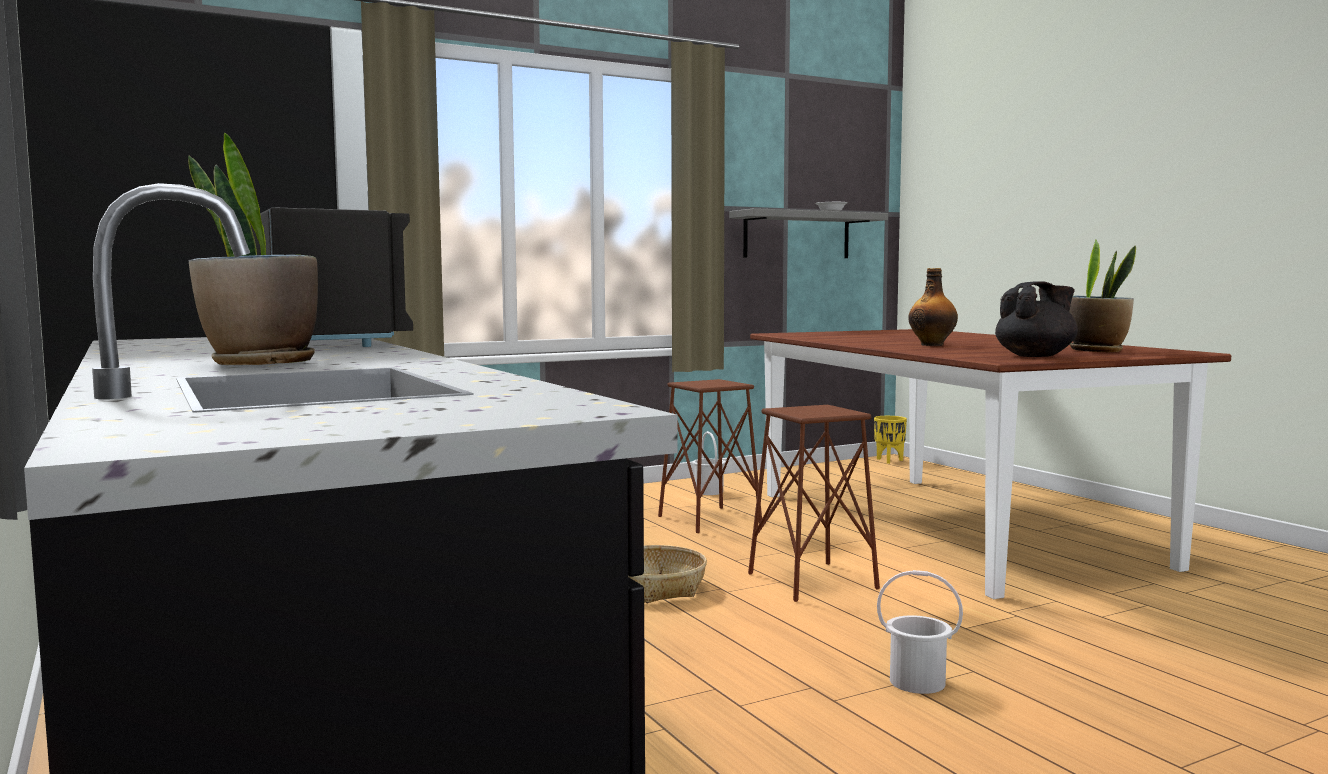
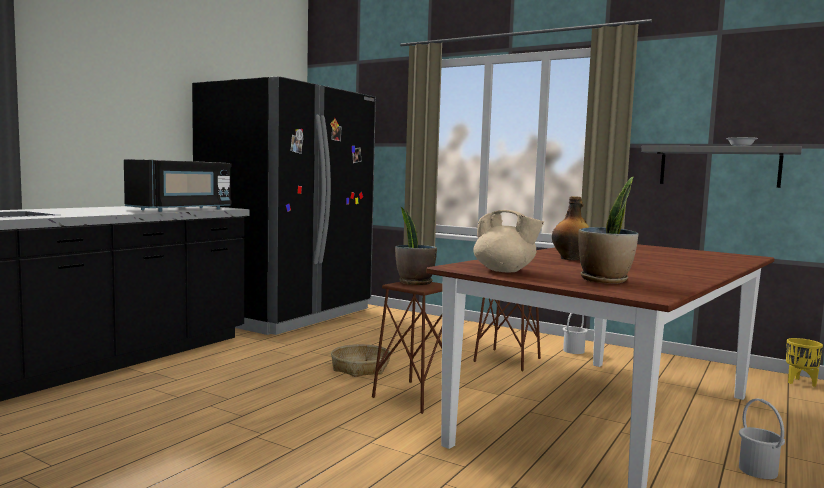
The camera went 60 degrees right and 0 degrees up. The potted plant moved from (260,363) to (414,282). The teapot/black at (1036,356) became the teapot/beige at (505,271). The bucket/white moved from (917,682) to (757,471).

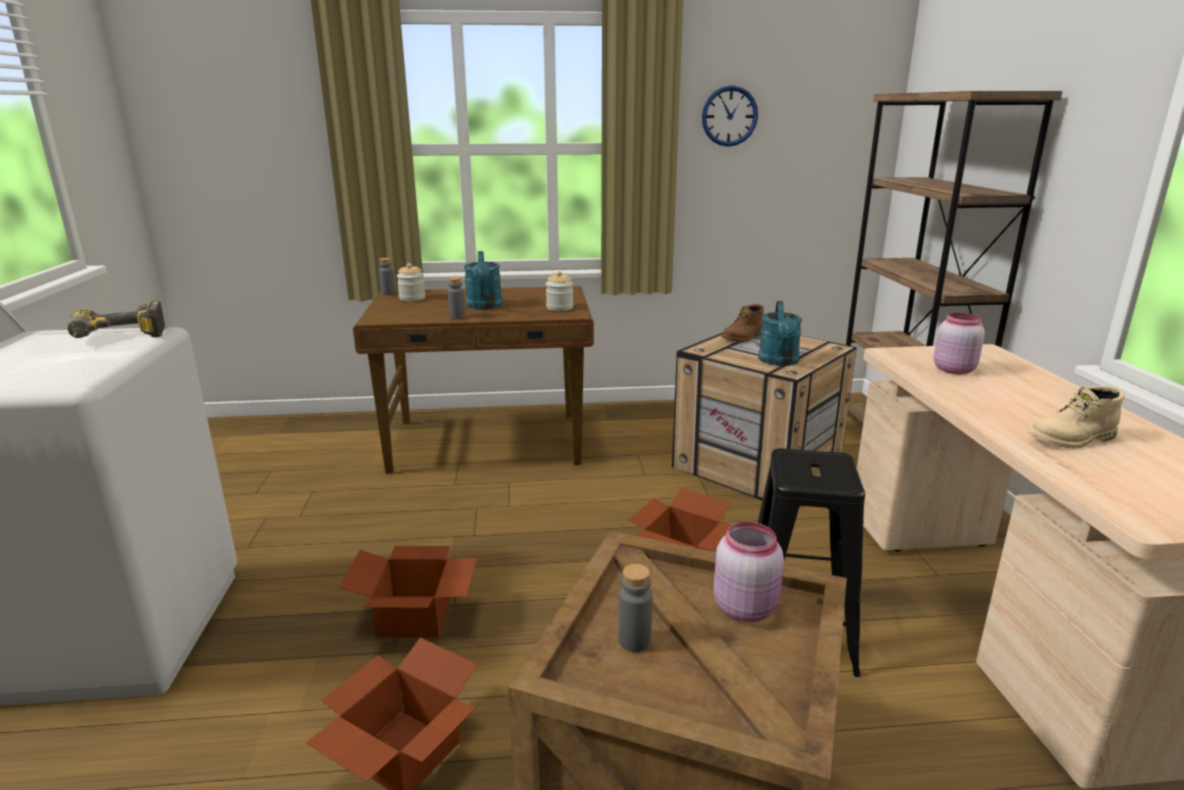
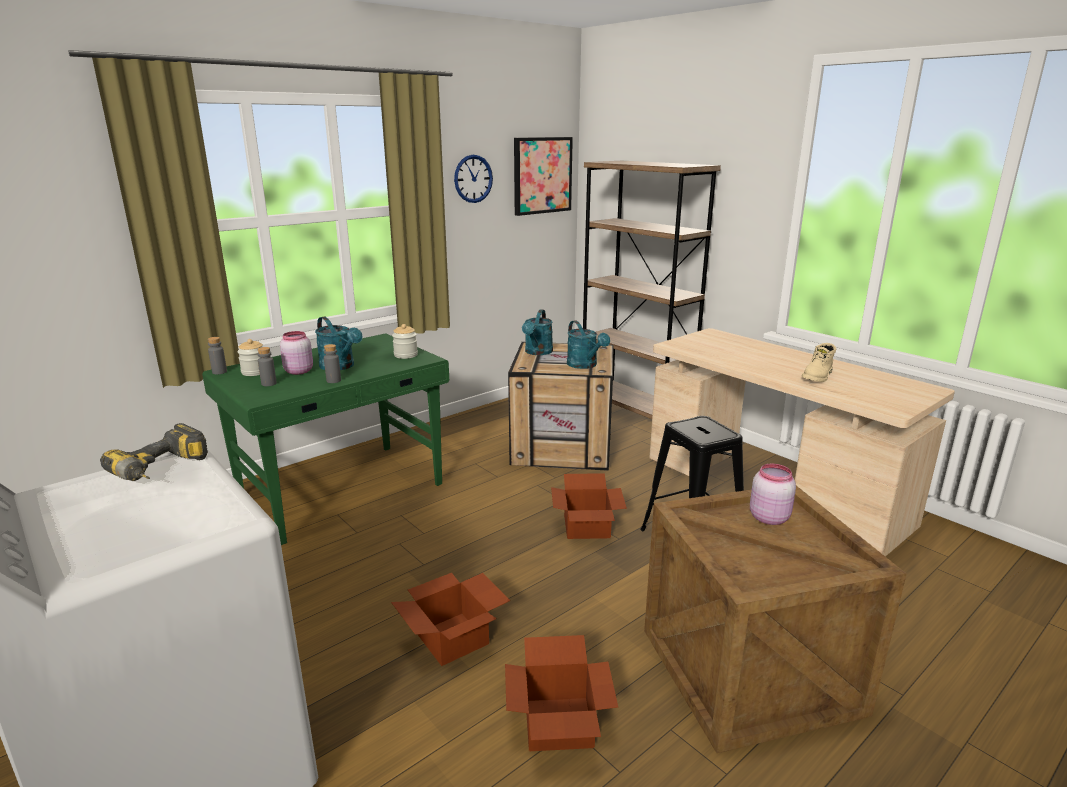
The camera went 35 degrees left and 0 degrees up. The desk/brown at (488,443) became the desk/green at (343,490). The bottle/grey moved from (634,641) to (269,384). The jar/pink moved from (953,369) to (298,371). The picture at (542,175) appeared. The boot/brown at (743,338) was replaced by the watering can/turquoise at (537,352).

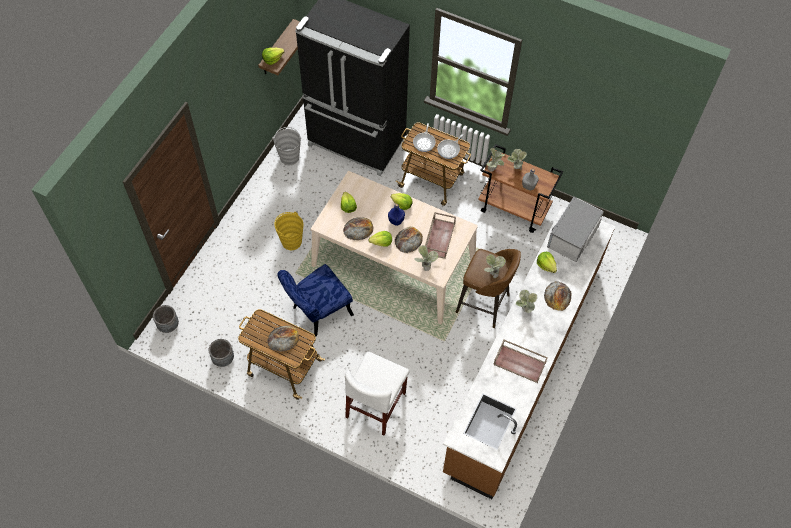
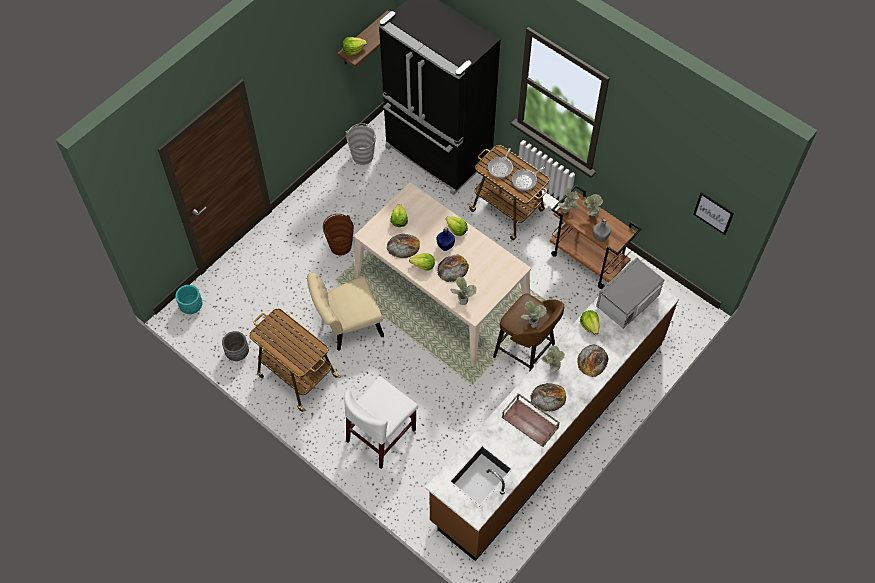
The camera went 15 degrees right and 0 degrees up. The planter/grey at (168,325) became the planter/turquoise at (191,307). The chair/blue at (317,313) became the chair/beige at (347,326). The bucket/yellow at (291,241) became the bucket/brown at (340,246). The bread moved from (283,338) to (548,397). The picture at (713,213) appeared. The tray/brown at (439,237) disappeared.

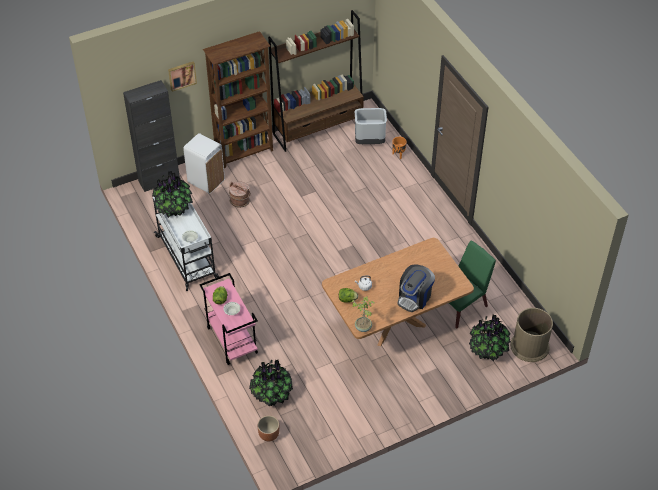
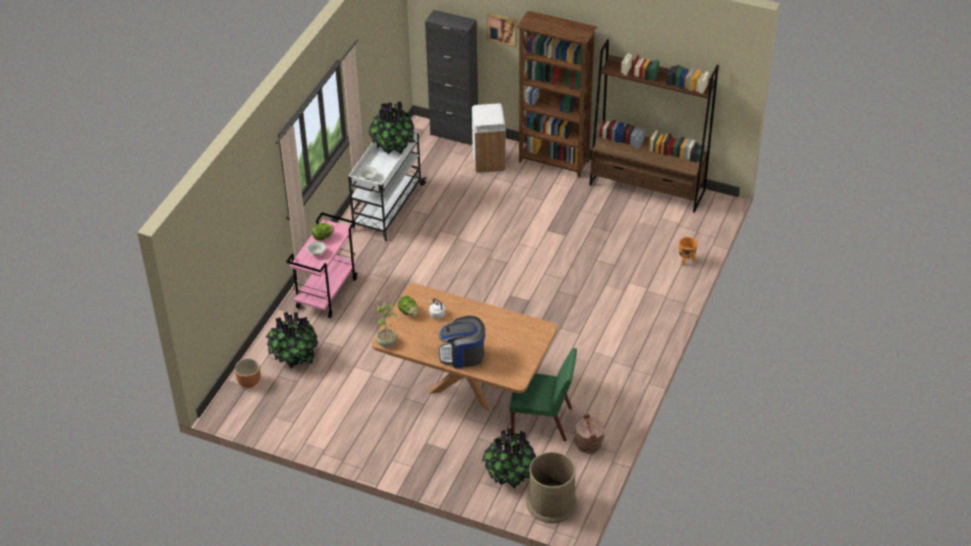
The camera went 50 degrees right and 5 degrees down. The bucket/brown moved from (240,201) to (588,444). The trash can/grey at (370,141) disappeared.

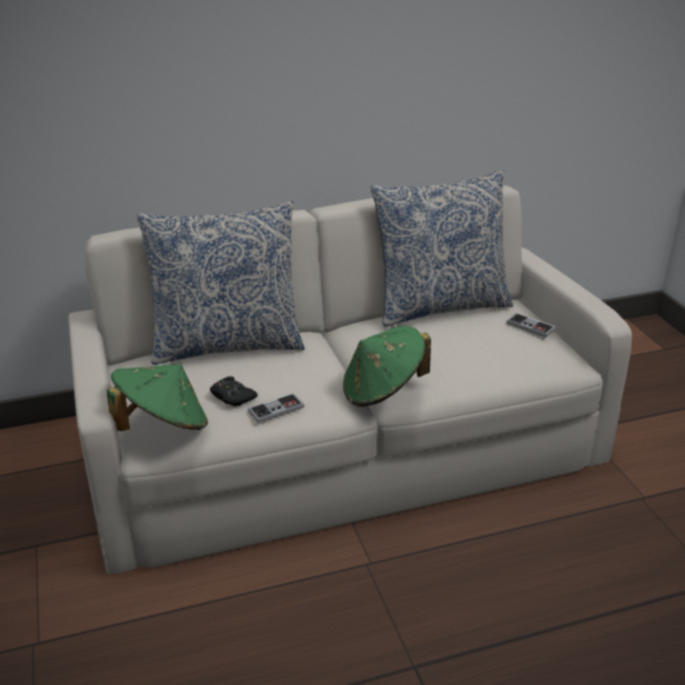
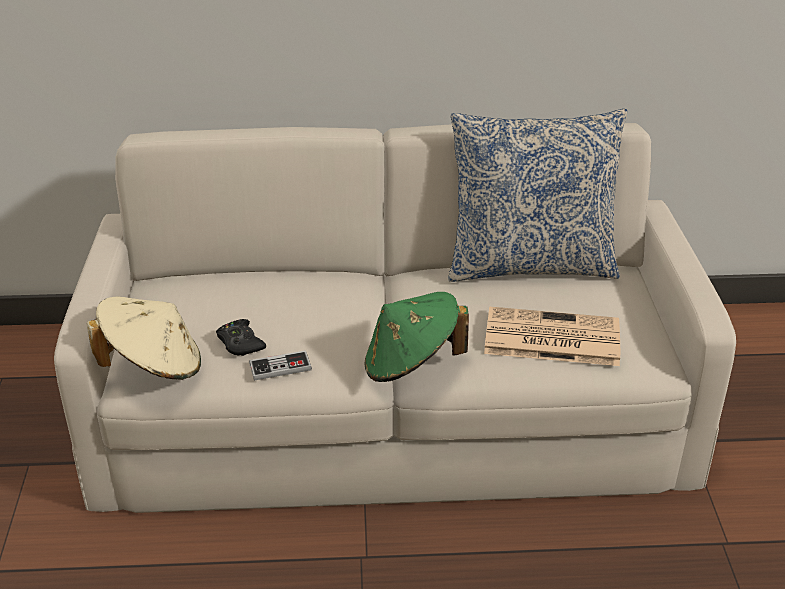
The camera went 15 degrees right and 5 degrees up. The hat/green at (163,426) became the hat/beige at (153,366). The newspaper at (550,338) appeared. The pillow at (227,344) disappeared. The game controller at (530,326) disappeared.

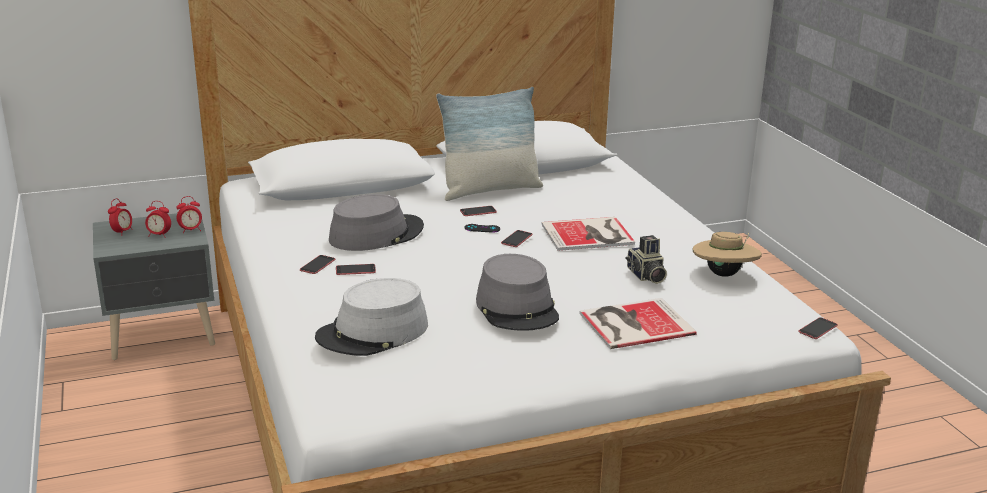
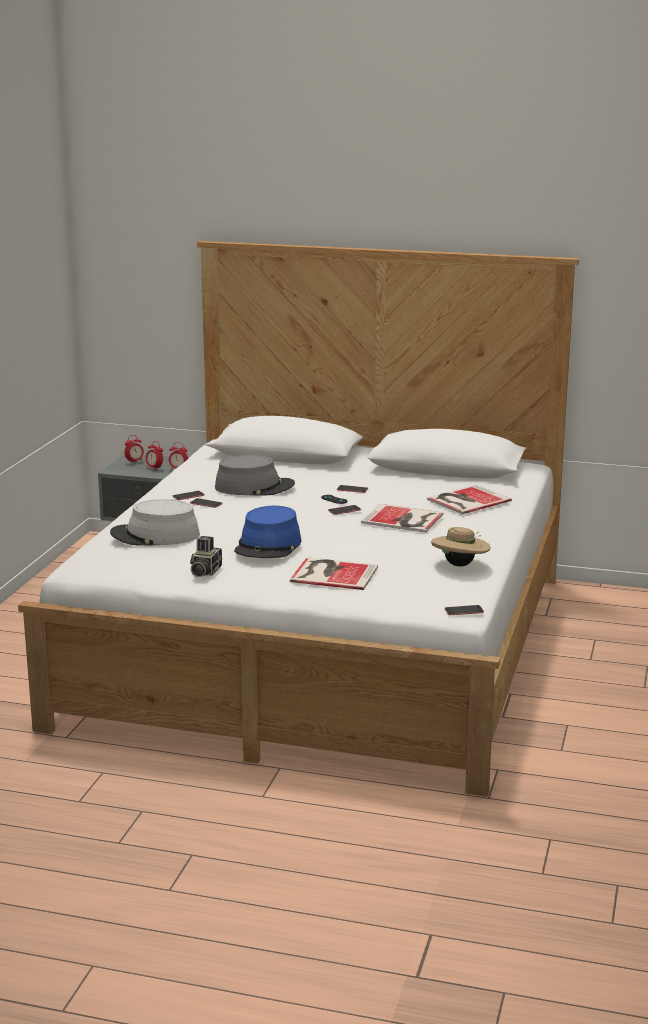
The camera went 35 degrees right and 5 degrees down. The photo camera moved from (645,276) to (204,572). The hat/grey at (517,308) became the hat/blue at (268,546). The book at (466,500) appeared. The pillow at (490,190) disappeared.

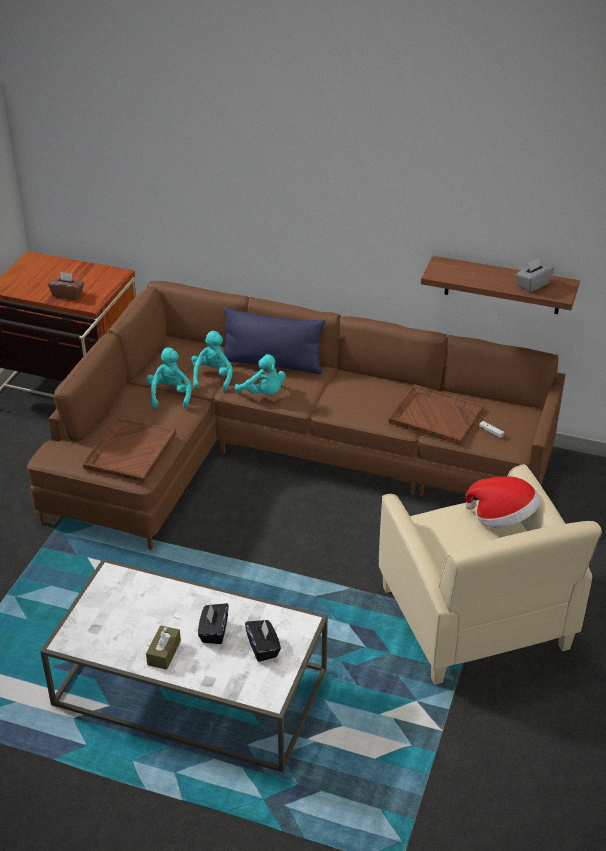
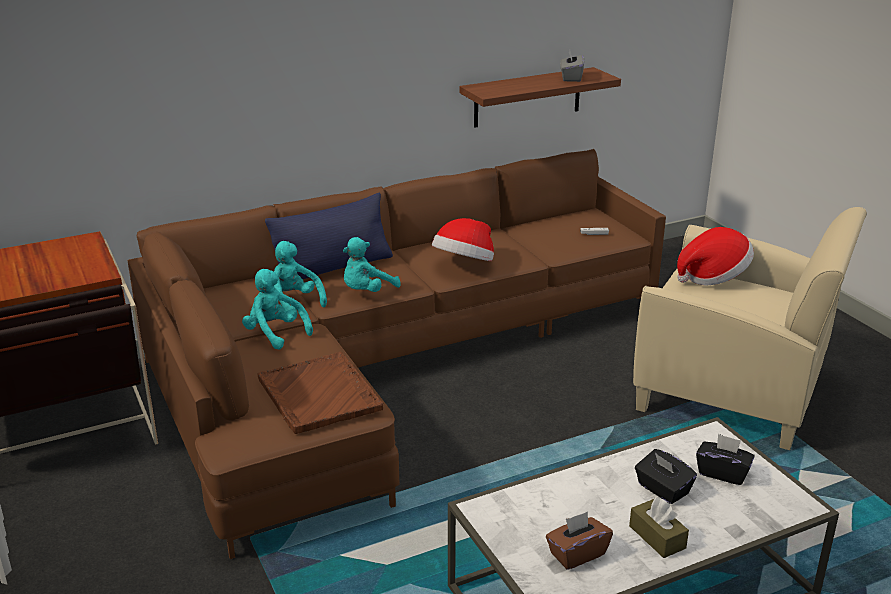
The camera went 45 degrees left and 10 degrees down. The plush toy/turquoise at (263,393) turned 135 degrees clockwise. The hat at (464,265) appeared. The tissue box/brown moved from (67,295) to (577,554). The tray/brown at (435,415) disappeared.

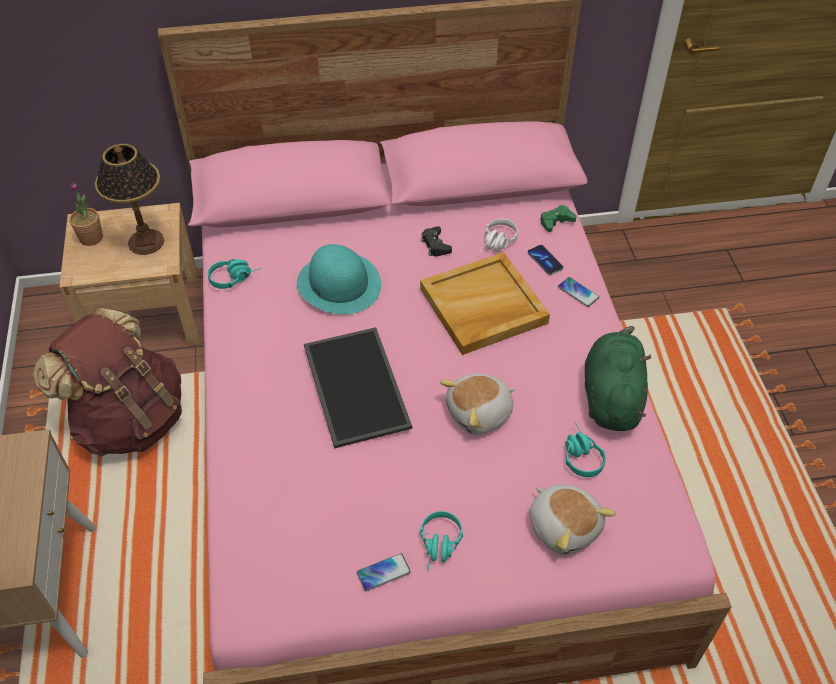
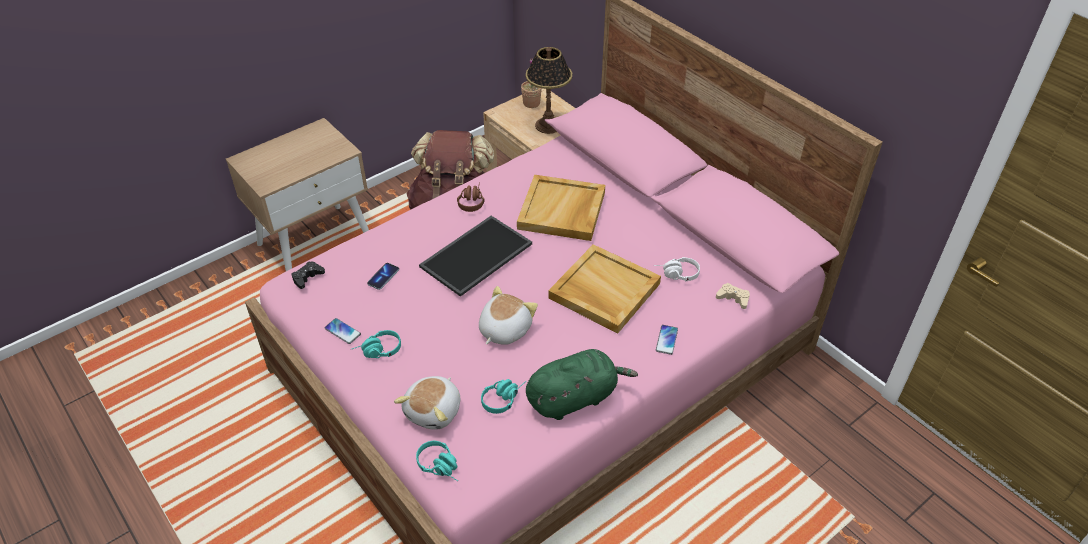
The camera went 60 degrees right and 5 degrees down. The game controller/black moved from (435,245) to (307,277). The phone moved from (545,261) to (383,277). The headphones/turquoise moved from (235,277) to (442,467). The headphones/brown at (471,201) appeared. The plush toy at (480,413) turned 90 degrees clockwise. The hat/turquoise at (339,284) was replaced by the tray/beige at (562,211). The game controller/green at (556,221) became the game controller/beige at (733,298).

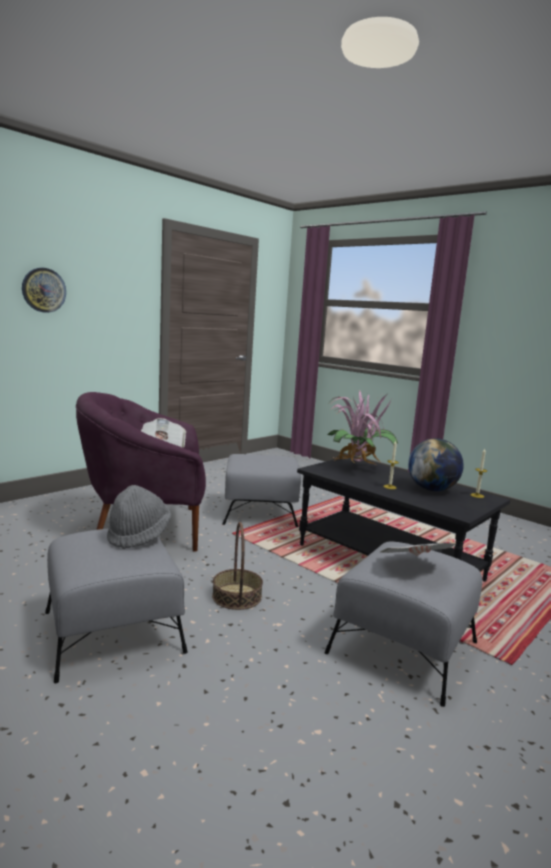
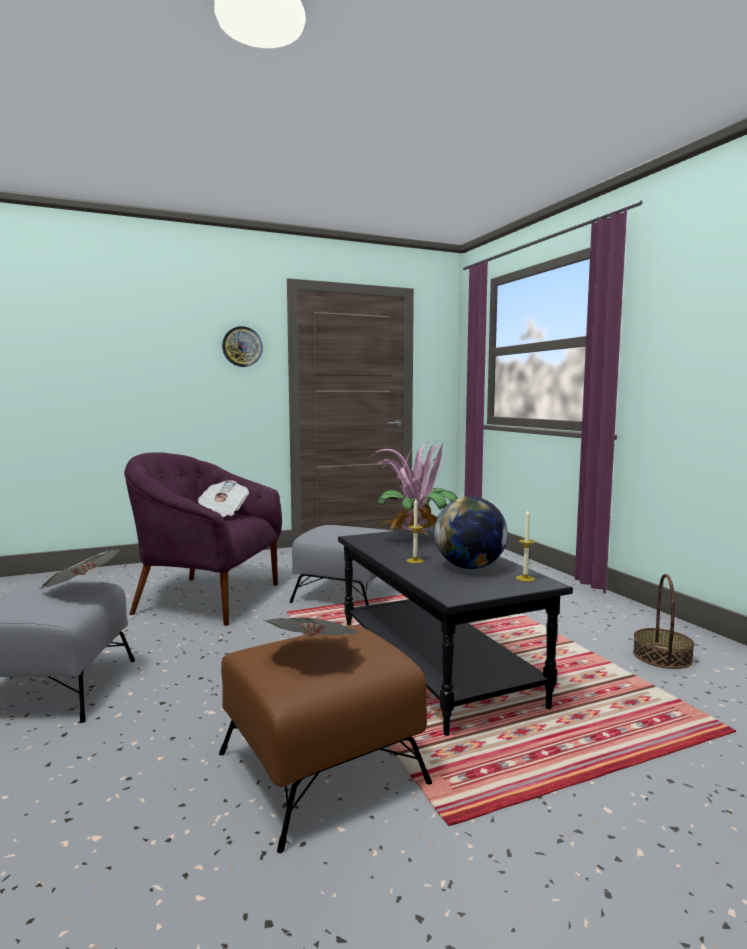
The camera went 25 degrees right and 5 degrees down. The hat/grey at (138,535) was replaced by the newspaper at (81,588). The ottoman/grey at (402,648) became the ottoman/brown at (319,768). The wall clock moved from (43,290) to (242,346). The basket moved from (237,596) to (662,656).

